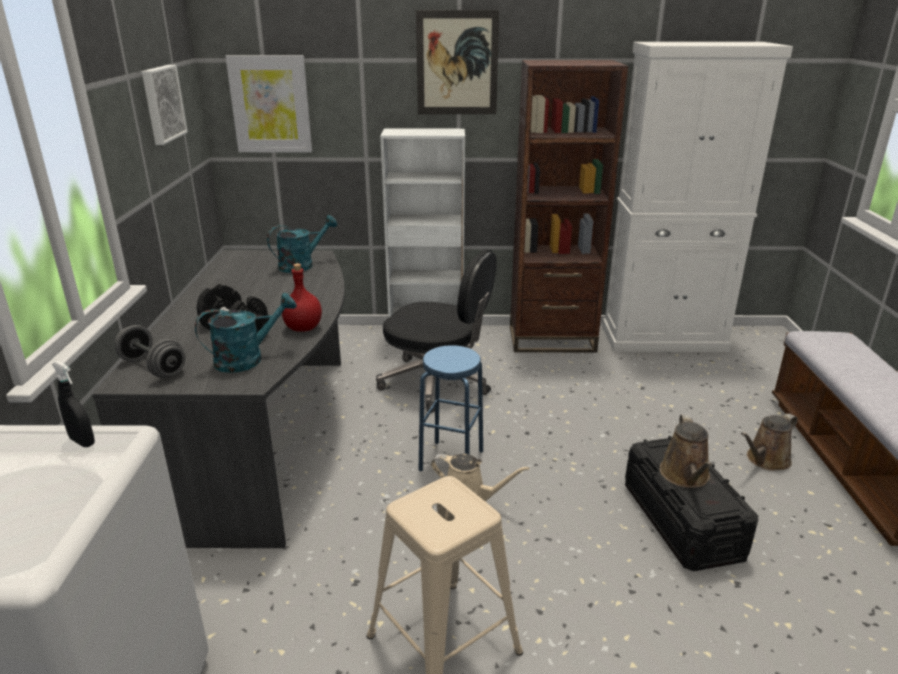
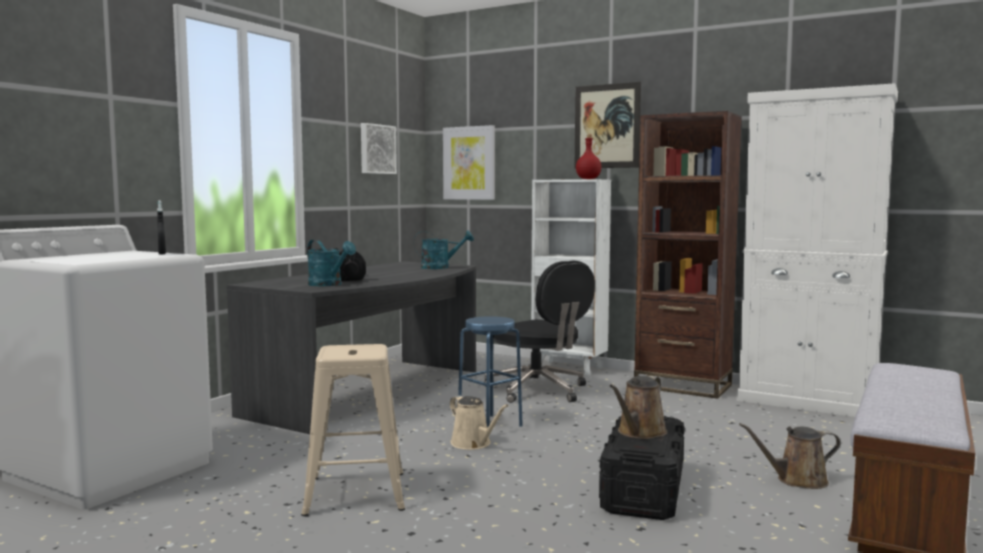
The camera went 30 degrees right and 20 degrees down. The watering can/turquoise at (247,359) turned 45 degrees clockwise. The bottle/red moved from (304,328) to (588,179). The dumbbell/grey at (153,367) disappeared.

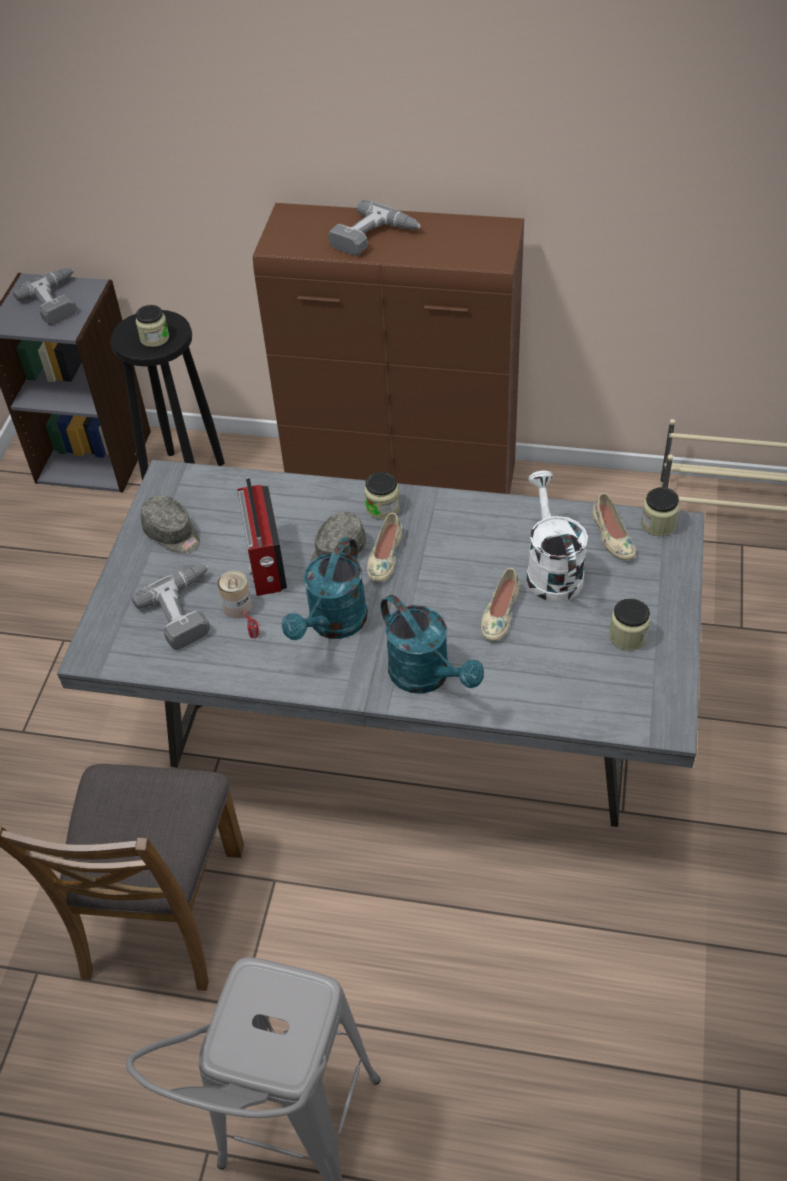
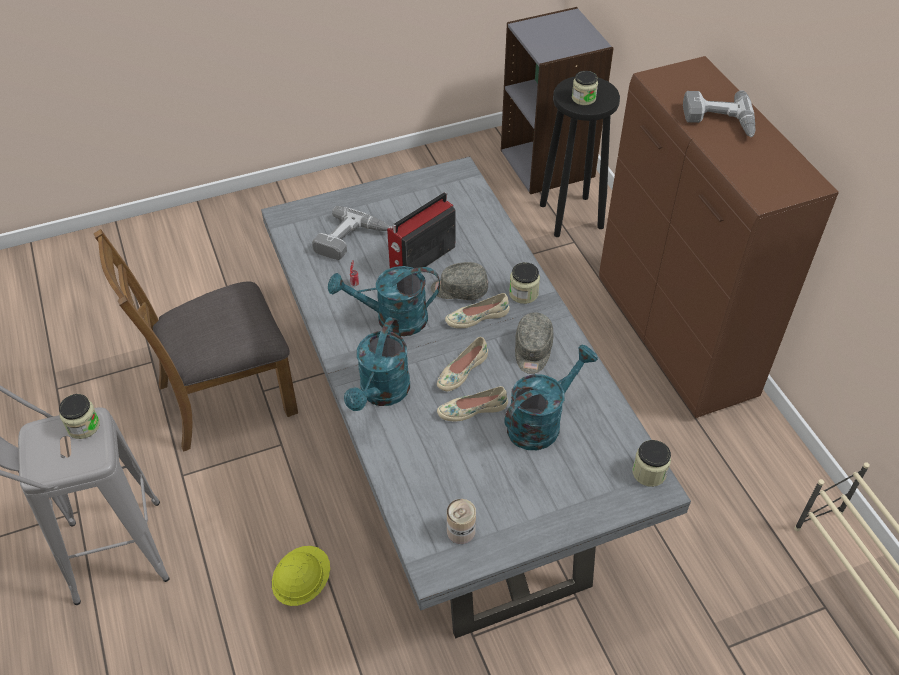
The camera went 55 degrees right and 0 degrees up. The jar moved from (628,636) to (83,426). The hard hat/yellow at (302,583) appeared. The shoe/beige moved from (612,536) to (461,370). The can moved from (237,607) to (461,531). The watering can/white at (551,570) became the watering can/turquoise at (541,422). The cap/grey moved from (173,534) to (532,350). The power drill at (58,301) disappeared.

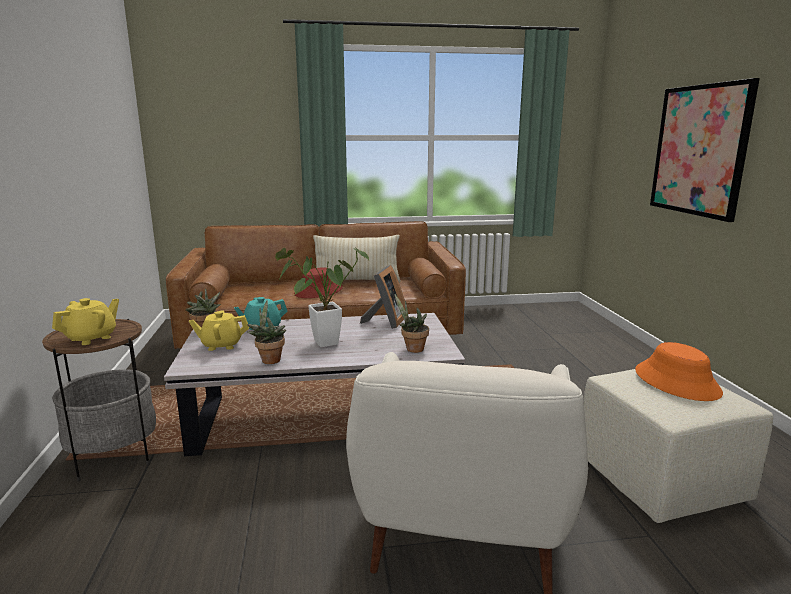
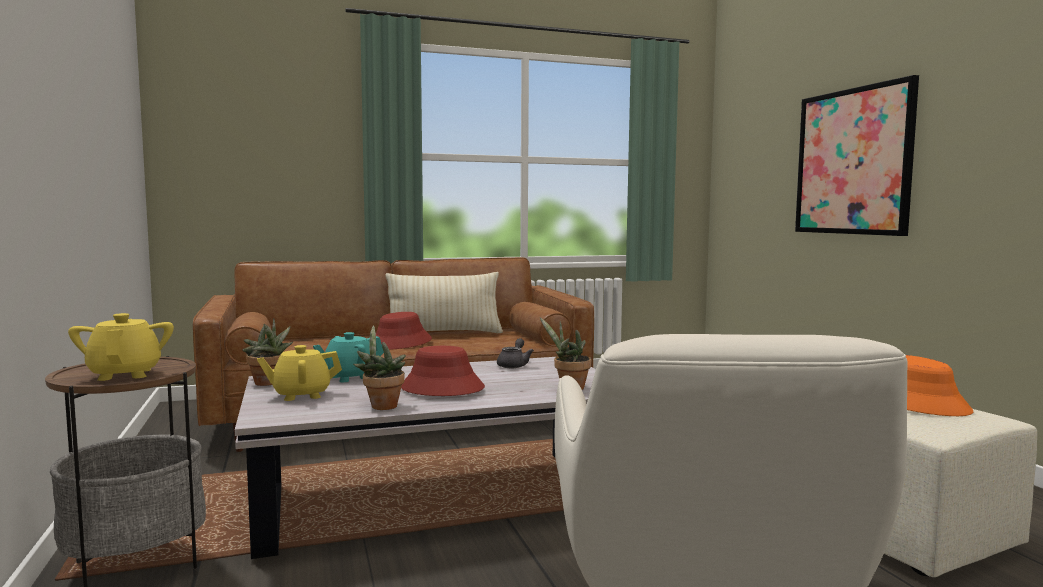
The camera went 10 degrees left and 10 degrees down. The teapot/yellow at (91,338) turned 45 degrees counterclockwise. The potted plant at (320,344) was replaced by the hat/red at (441,388). The picture frame at (386,321) was replaced by the teapot/grey at (514,365).

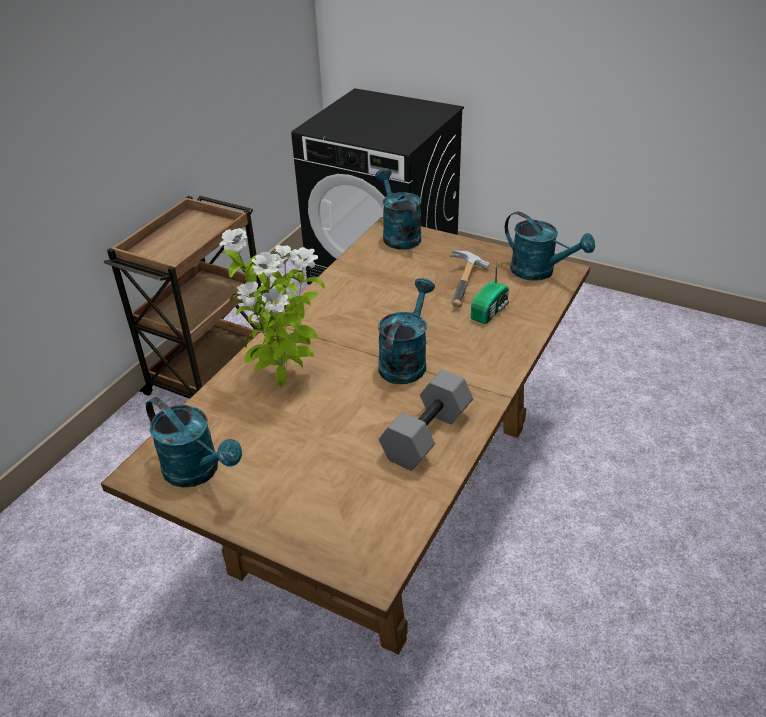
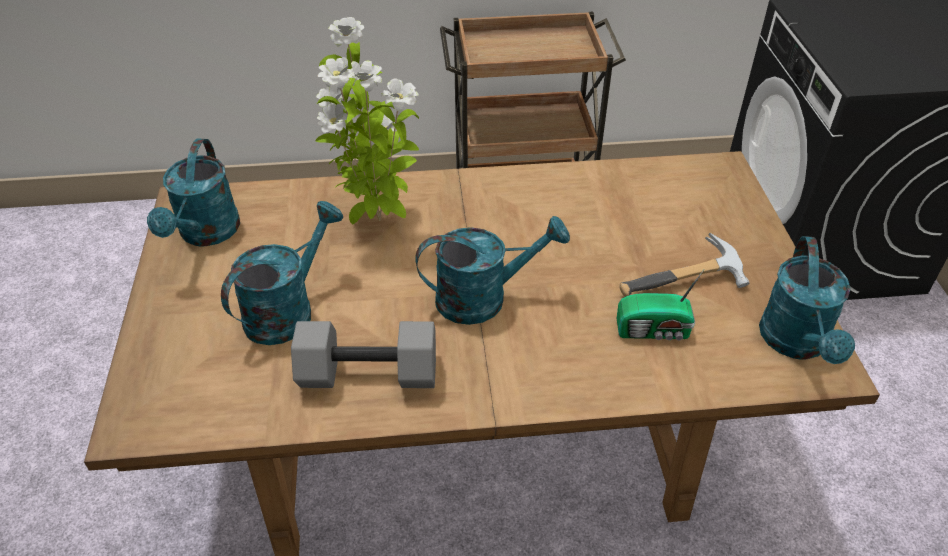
The camera went 55 degrees right and 5 degrees up. The watering can/turquoise moved from (398,235) to (288,310).

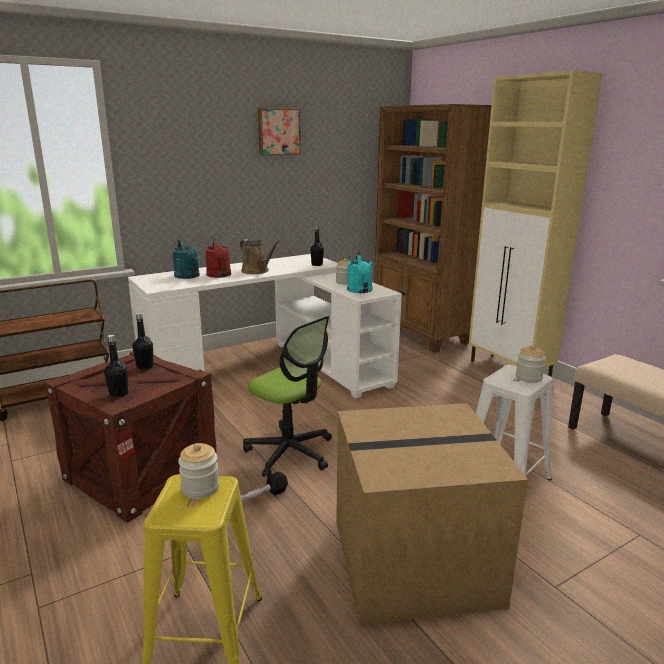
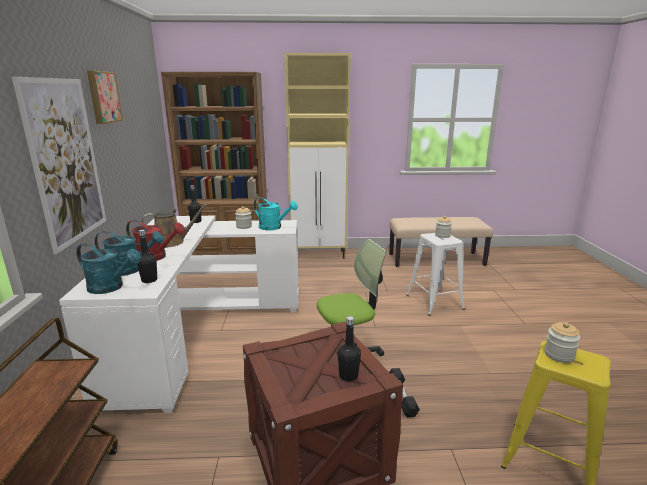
The camera went 60 degrees left and 0 degrees up. The picture at (66,161) appeared. The watering can/turquoise at (111,287) appeared. The bottle/black moved from (145,366) to (149,280). The cardboard box at (412,563) disappeared.

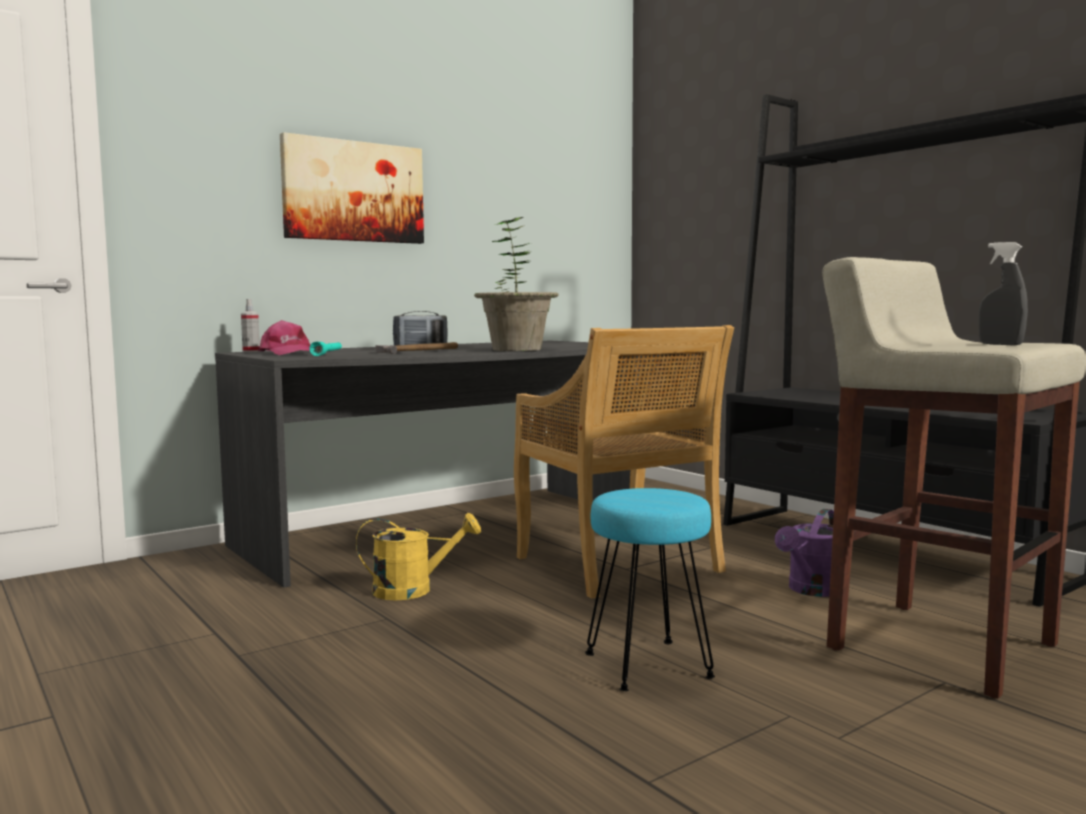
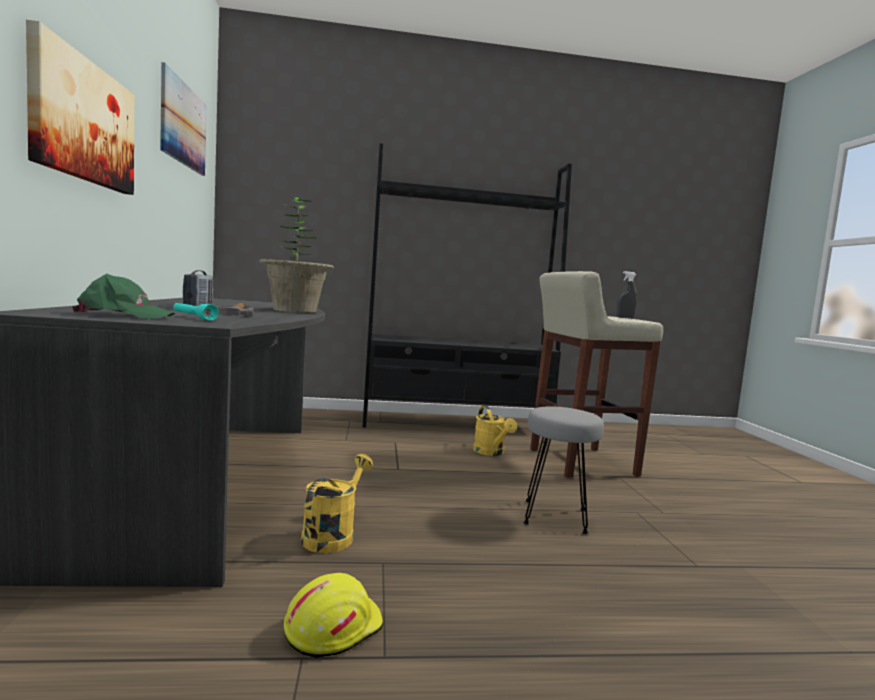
The camera went 60 degrees left and 0 degrees up. The cap/pink at (287,353) became the cap/green at (124,315). The picture at (183,125) appeared. The hard hat/yellow at (333,627) appeared. The watering can/purple at (812,590) became the watering can/yellow at (491,452). The stool/turquoise at (649,665) became the stool/grey at (555,516). The spray bottle at (251,352) disappeared. The chair/beige at (619,566) disappeared.

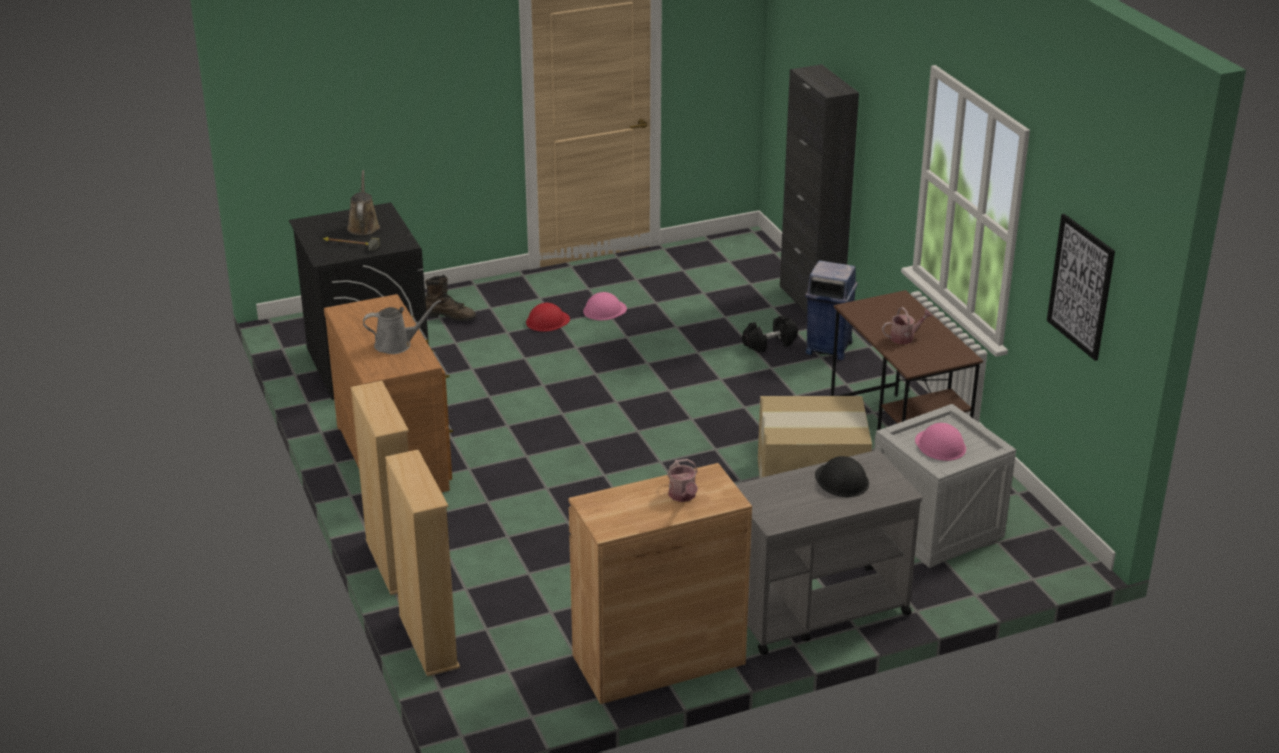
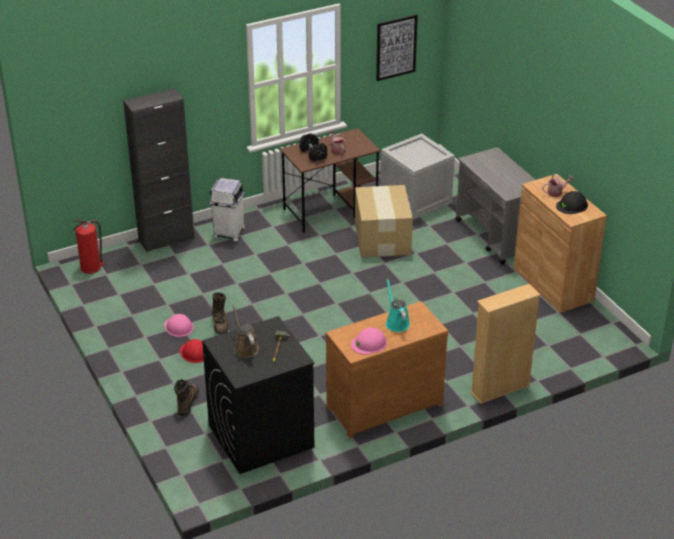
The camera went 95 degrees left and 5 degrees up. The fire extinguisher at (91,267) appeared. The trash can/blue at (828,347) became the trash can/white at (229,233). The boot/brown at (220,324) appeared. The watering can/brown at (363,226) turned 75 degrees clockwise. The dumbbell/black moved from (769,344) to (313,154). The hard hat/pink moved from (940,445) to (369,343). The watering can/grey at (397,344) became the watering can/turquoise at (396,322). The hard hat/black moved from (841,480) to (572,205). The bookcase/beige at (428,642) disappeared.

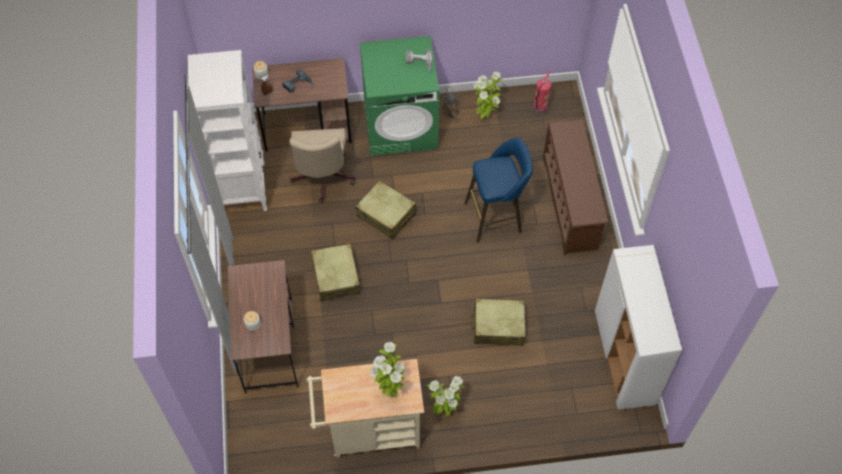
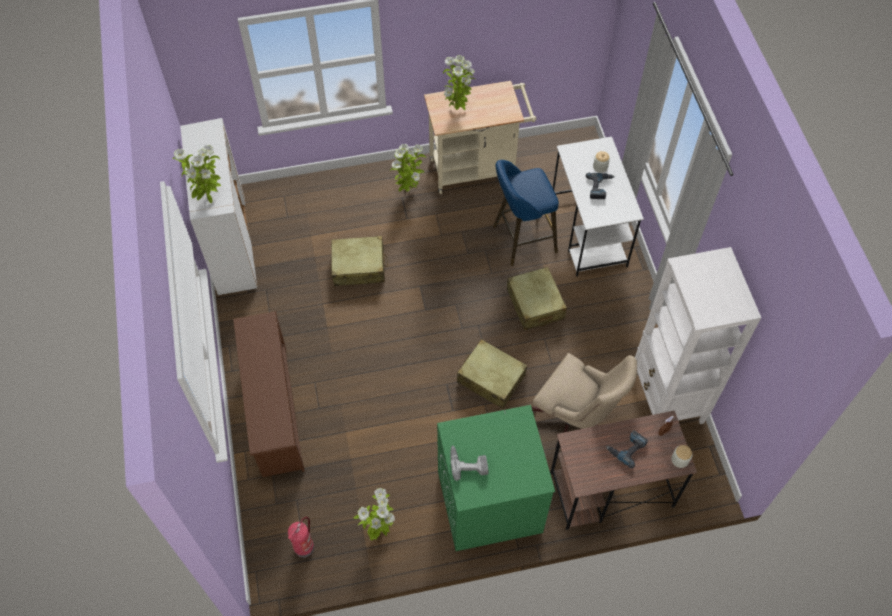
The camera went 175 degrees right and 0 degrees up. The potted plant at (208,198) appeared. The stool/blue moved from (496,216) to (521,240). The office chair/beige at (322,179) turned 135 degrees clockwise. The desk/brown at (269,345) became the desk/white at (588,233). The power drill at (600,187) appeared. The watering can/brown at (450,112) disappeared.

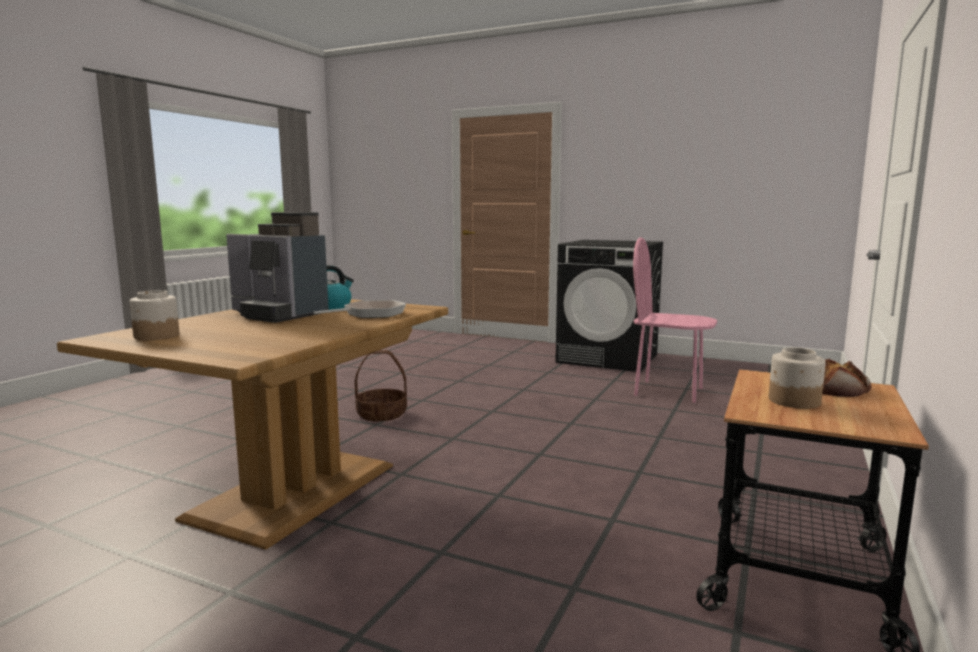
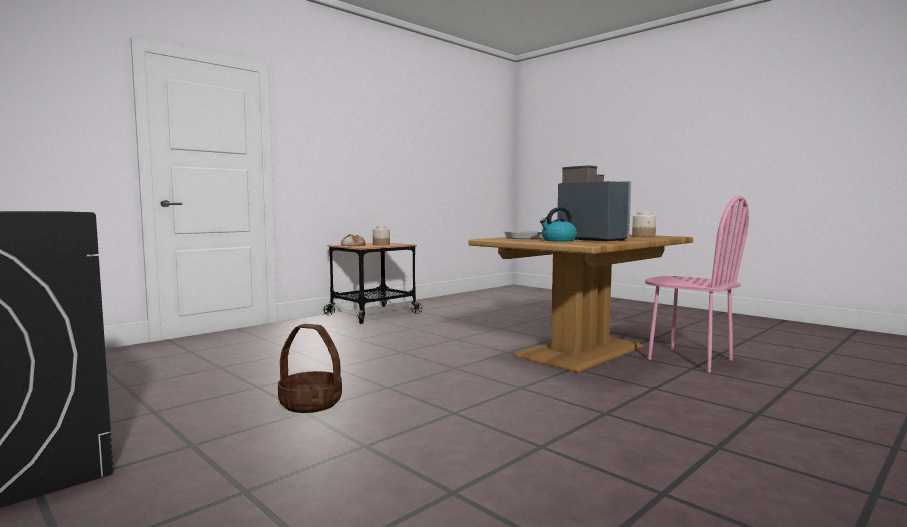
The camera went 160 degrees left and 5 degrees down. The basket moved from (381,414) to (311,403). The chair/pink moved from (668,391) to (689,359).

